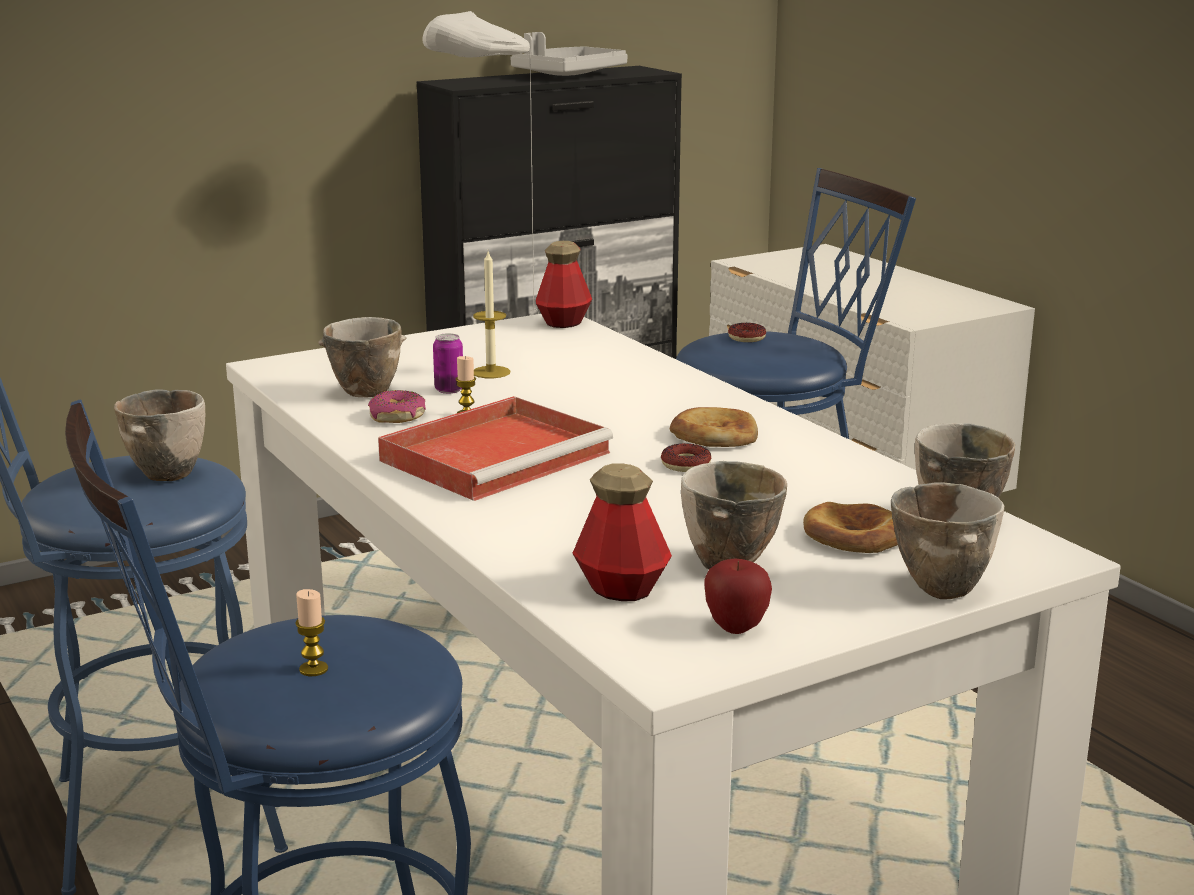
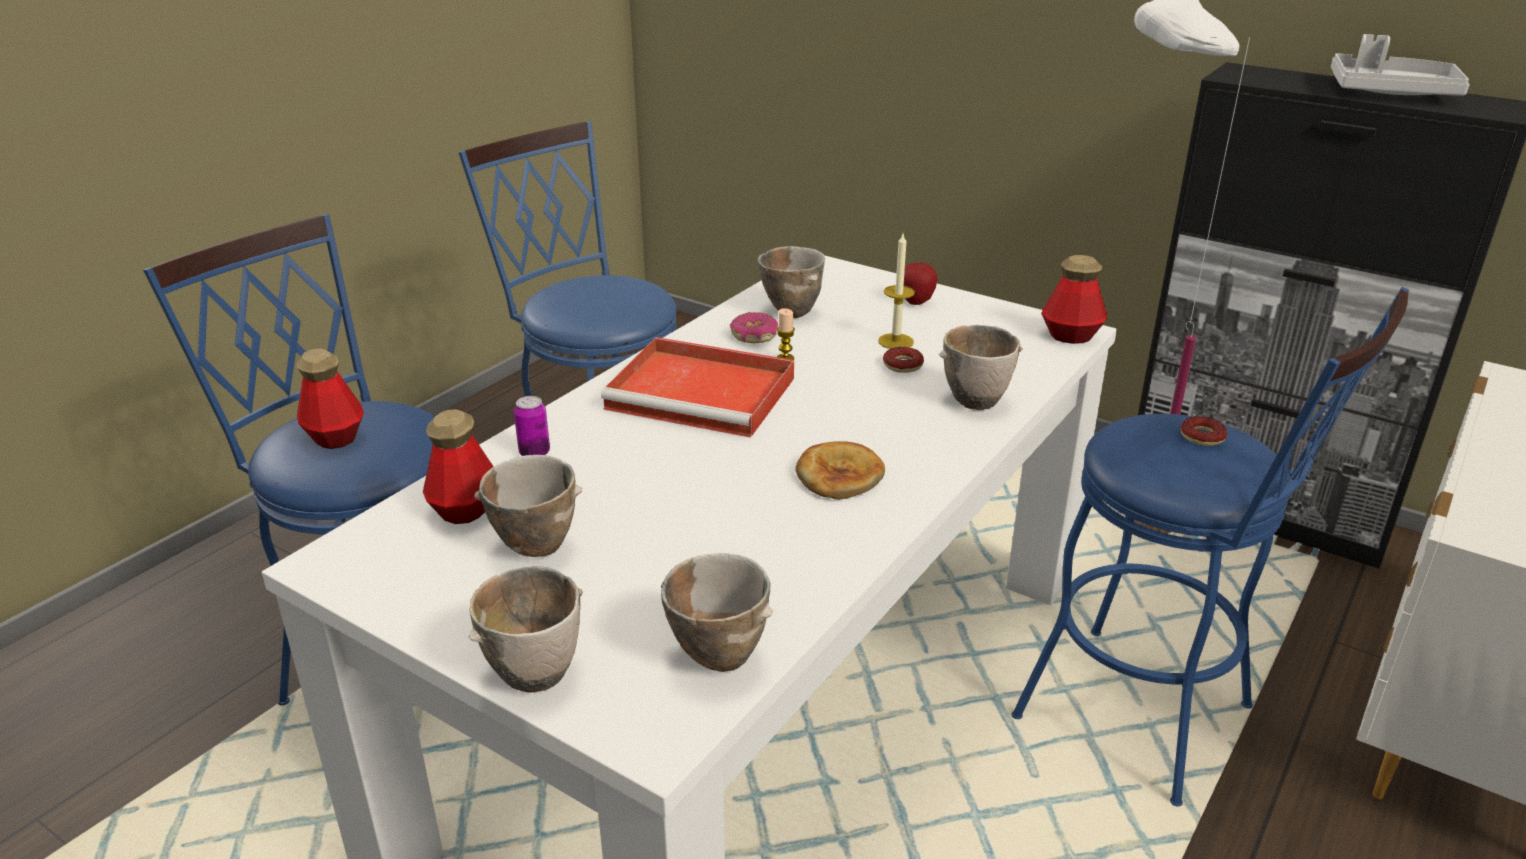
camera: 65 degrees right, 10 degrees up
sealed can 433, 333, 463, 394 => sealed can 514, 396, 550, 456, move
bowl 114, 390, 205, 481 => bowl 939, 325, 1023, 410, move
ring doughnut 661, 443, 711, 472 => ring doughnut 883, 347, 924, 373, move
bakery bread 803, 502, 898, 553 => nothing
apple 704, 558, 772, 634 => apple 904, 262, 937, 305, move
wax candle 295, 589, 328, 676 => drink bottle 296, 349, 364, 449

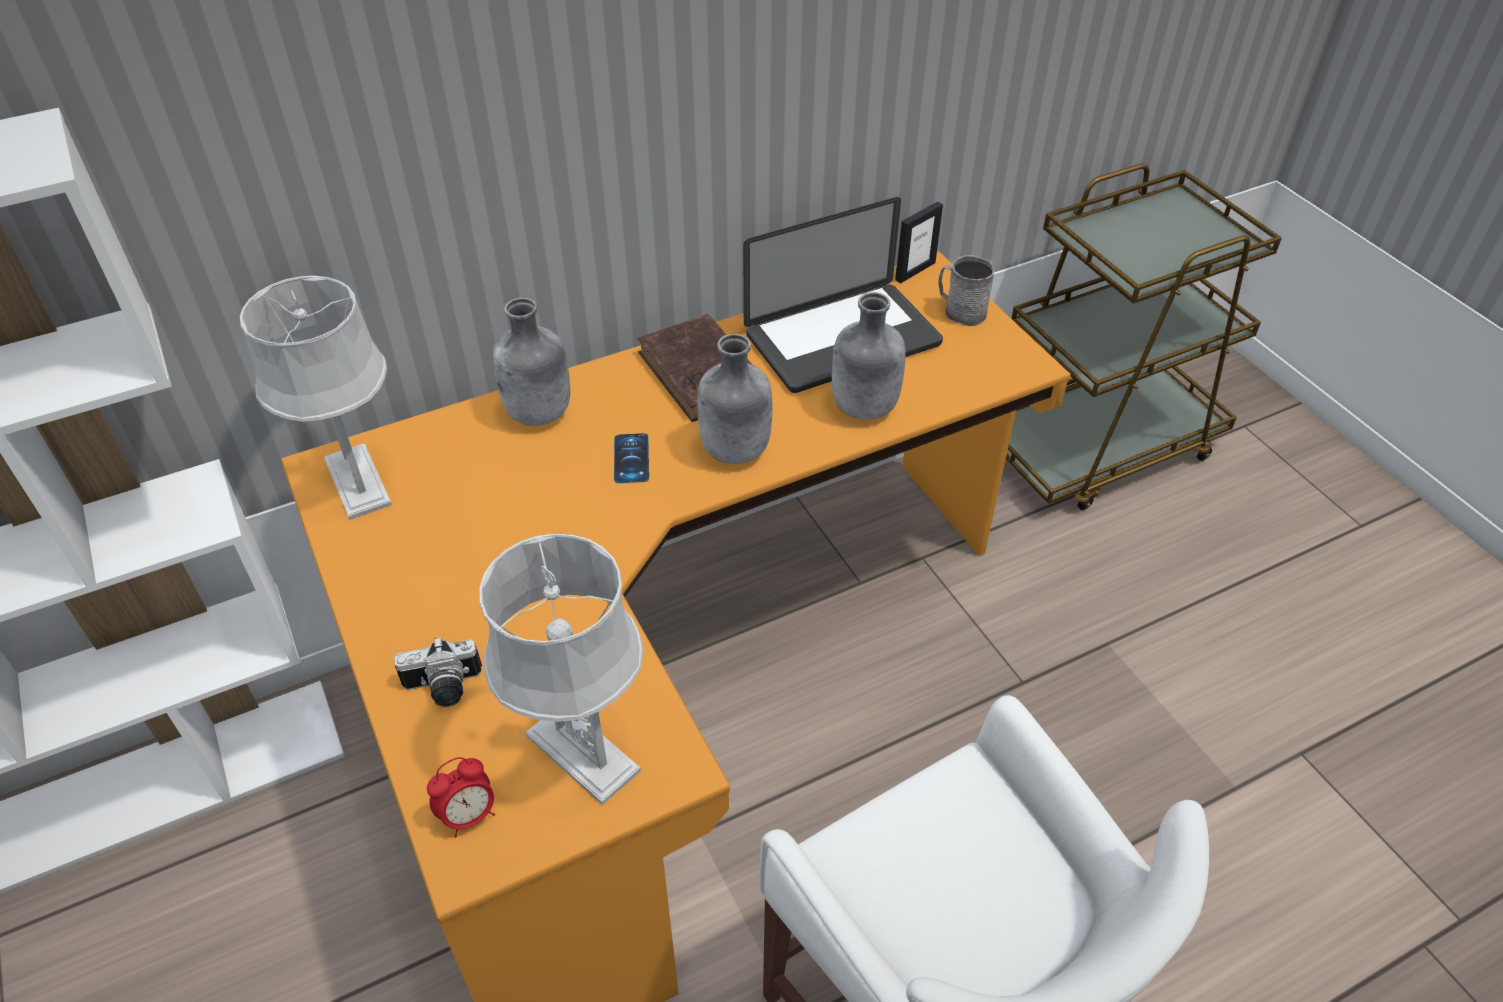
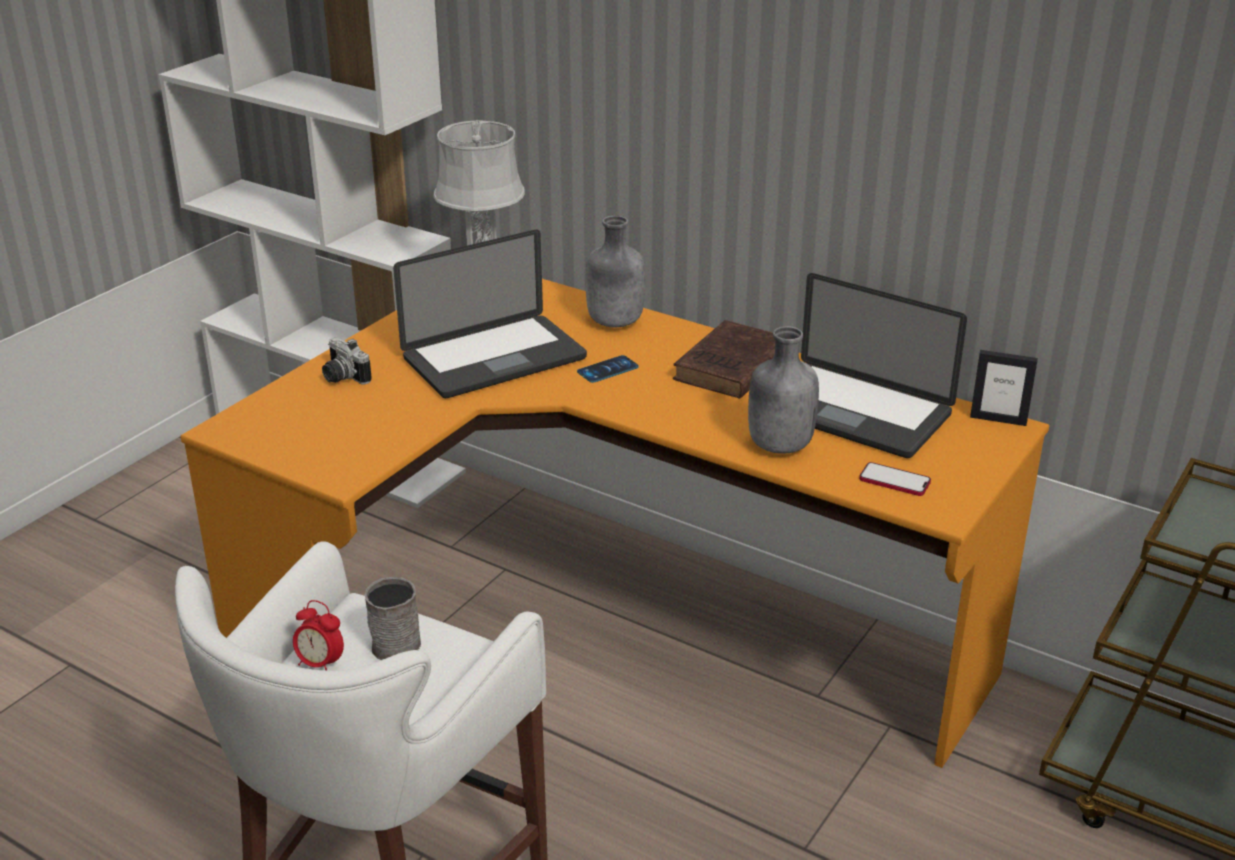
camera: 60 degrees right, 15 degrees down
grey tea mug 938, 255, 994, 326 => grey tea mug 365, 577, 421, 660, move
grey drink bottle 697, 334, 772, 464 => nothing
grey lamp for a table 479, 533, 643, 805 => nothing
bedside clock 427, 757, 495, 838 => bedside clock 293, 600, 344, 670, move
nothing => notebook computer 393, 230, 587, 398
nothing => handset 859, 462, 931, 496

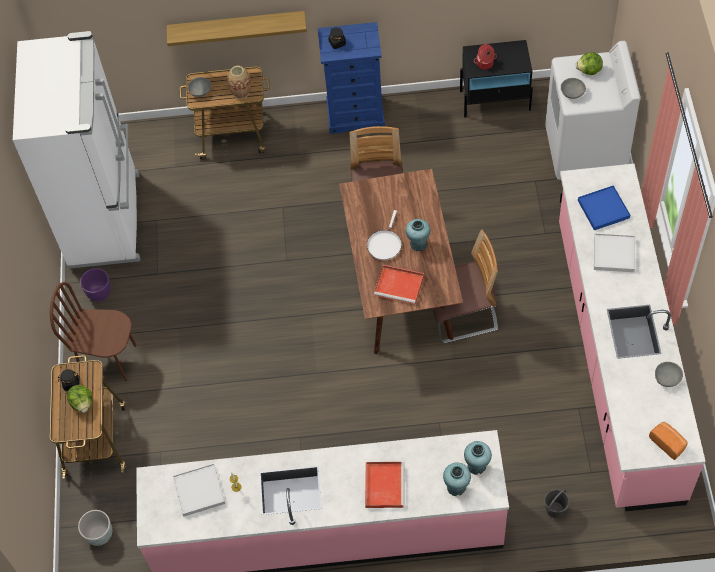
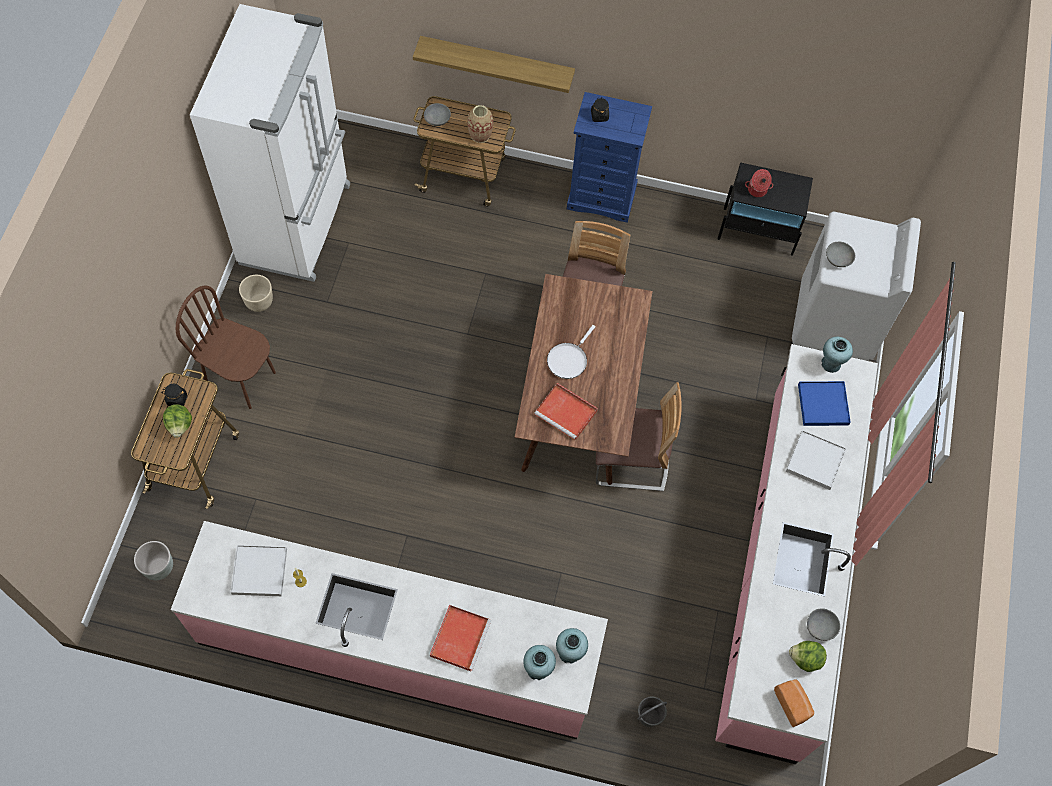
camera: 10 degrees right, 5 degrees up
head of lettuce 575, 52, 603, 75 => head of lettuce 789, 641, 827, 672, move
turquoise decorative vase 406, 219, 430, 251 => turquoise decorative vase 821, 337, 853, 373, move
purple planter 80, 268, 111, 302 => beige planter 239, 275, 273, 312

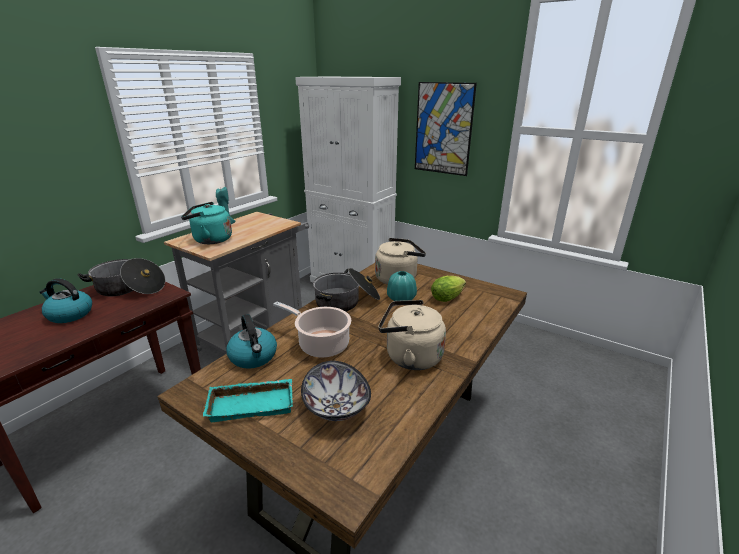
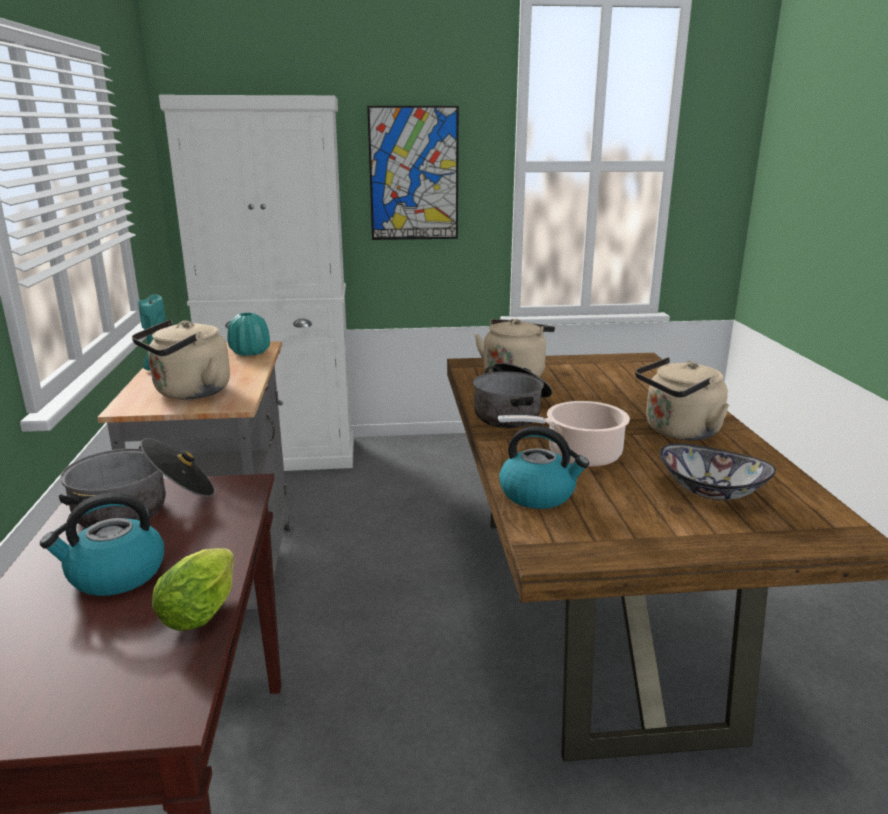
camera: 40 degrees left, 5 degrees down
turquoise tea kettle 181, 202, 232, 244 => beige tea kettle 132, 320, 230, 400
turquoise decorative vase 387, 271, 417, 301 => turquoise decorative vase 227, 312, 270, 356, move
head of lettuce 431, 276, 466, 302 => head of lettuce 152, 548, 235, 631, move
turquoise tray 203, 379, 293, 422 => nothing

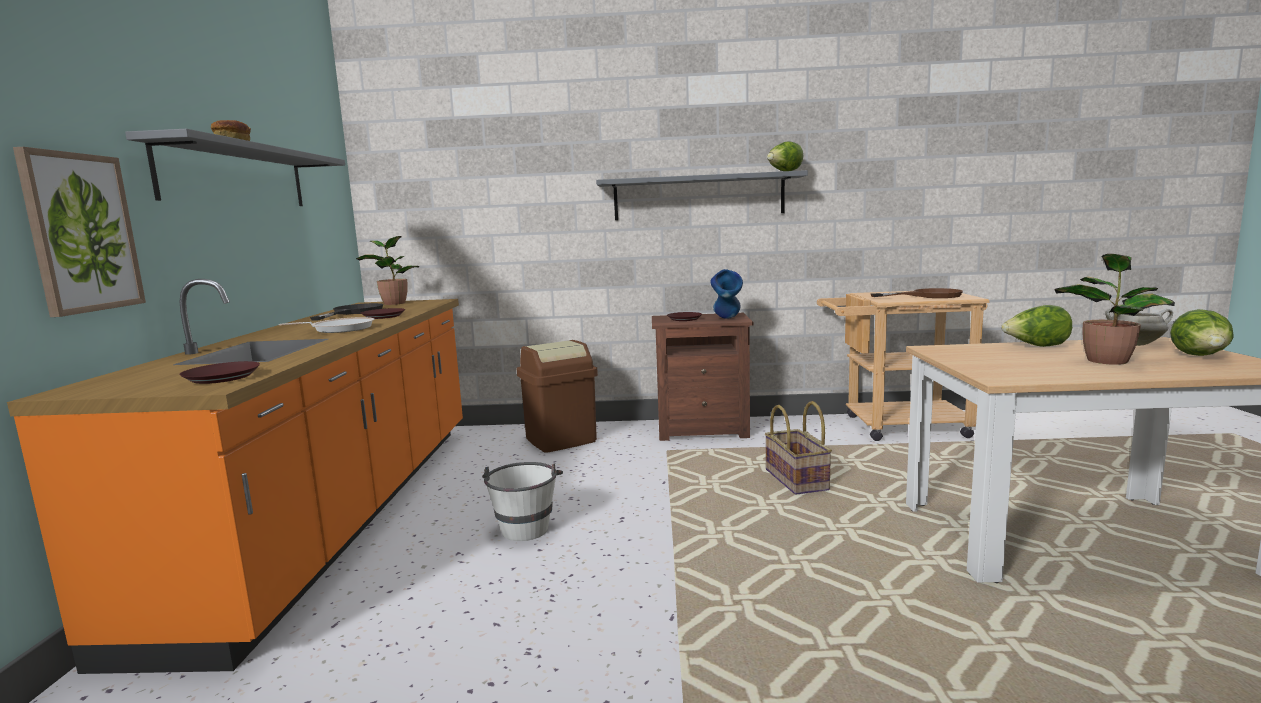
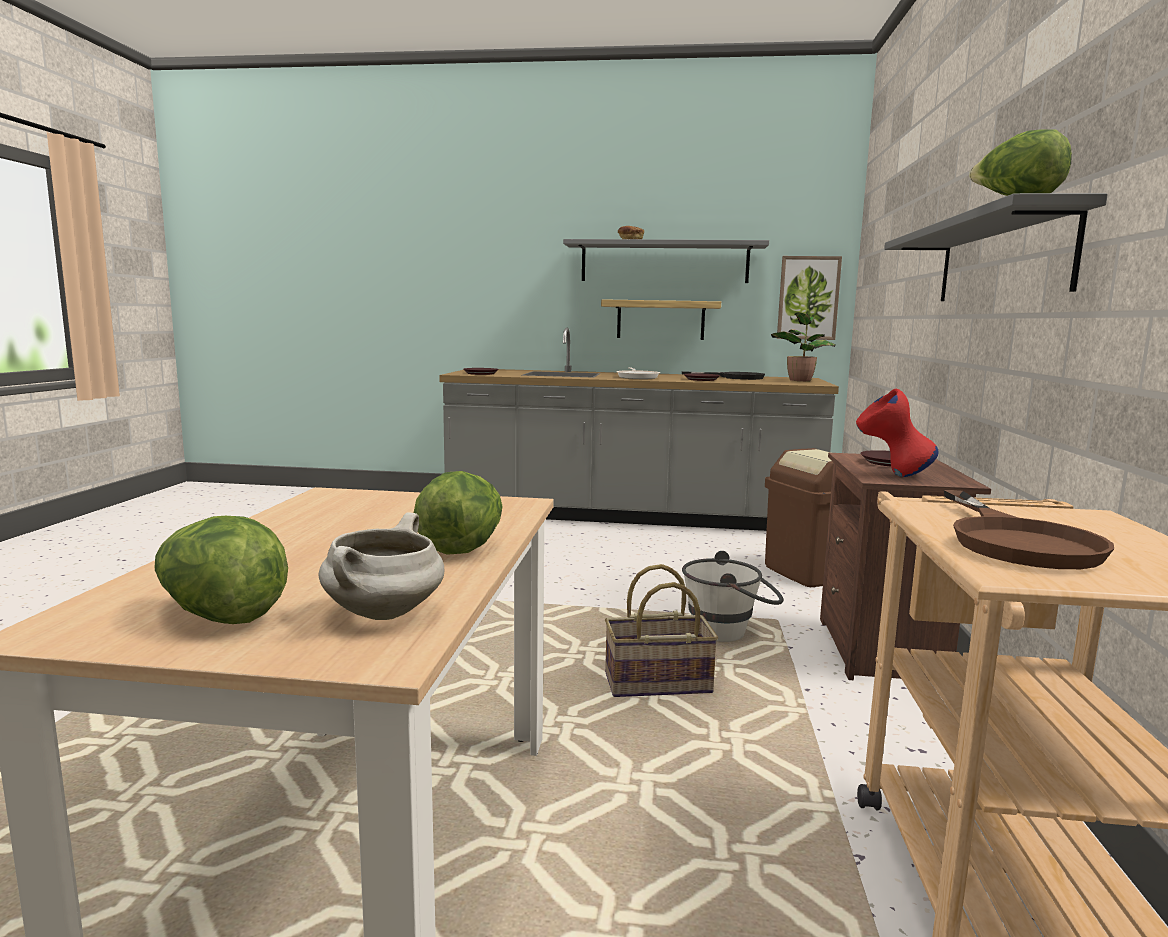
camera: 95 degrees right, 0 degrees up
wall art 13, 147, 146, 317 => wall art 777, 256, 842, 340, move
potted plant 1054, 254, 1175, 365 => nothing
bluish decorative vase 710, 269, 743, 319 => red decorative vase 856, 389, 939, 477
orangey counter 7, 279, 463, 674 => grey counter 439, 328, 839, 531
white-coloured bucket 482, 462, 563, 541 => white-coloured bucket 682, 551, 783, 642, move
nothing => wall shelf 601, 299, 721, 340

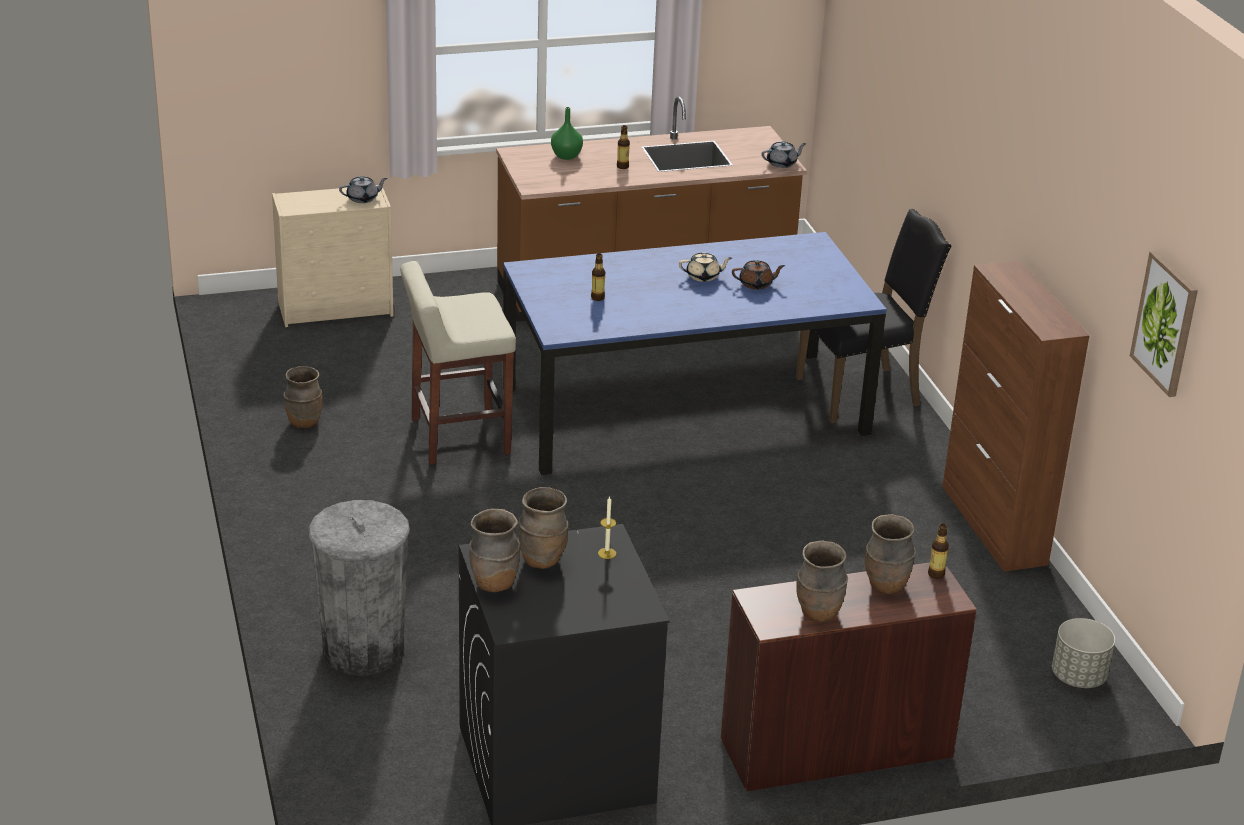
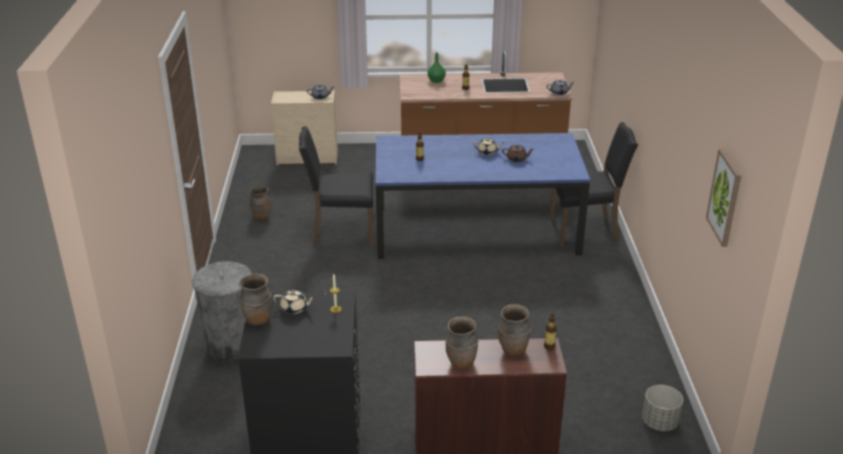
camera: 15 degrees right, 0 degrees up
beige sitting stool 400, 261, 516, 464 => black upright chair 299, 126, 373, 247
brown-coloured cabinet 942, 261, 1089, 572 => nothing
brown-coloured decorative vase 518, 487, 568, 569 => beige pot for tea 273, 290, 316, 314

